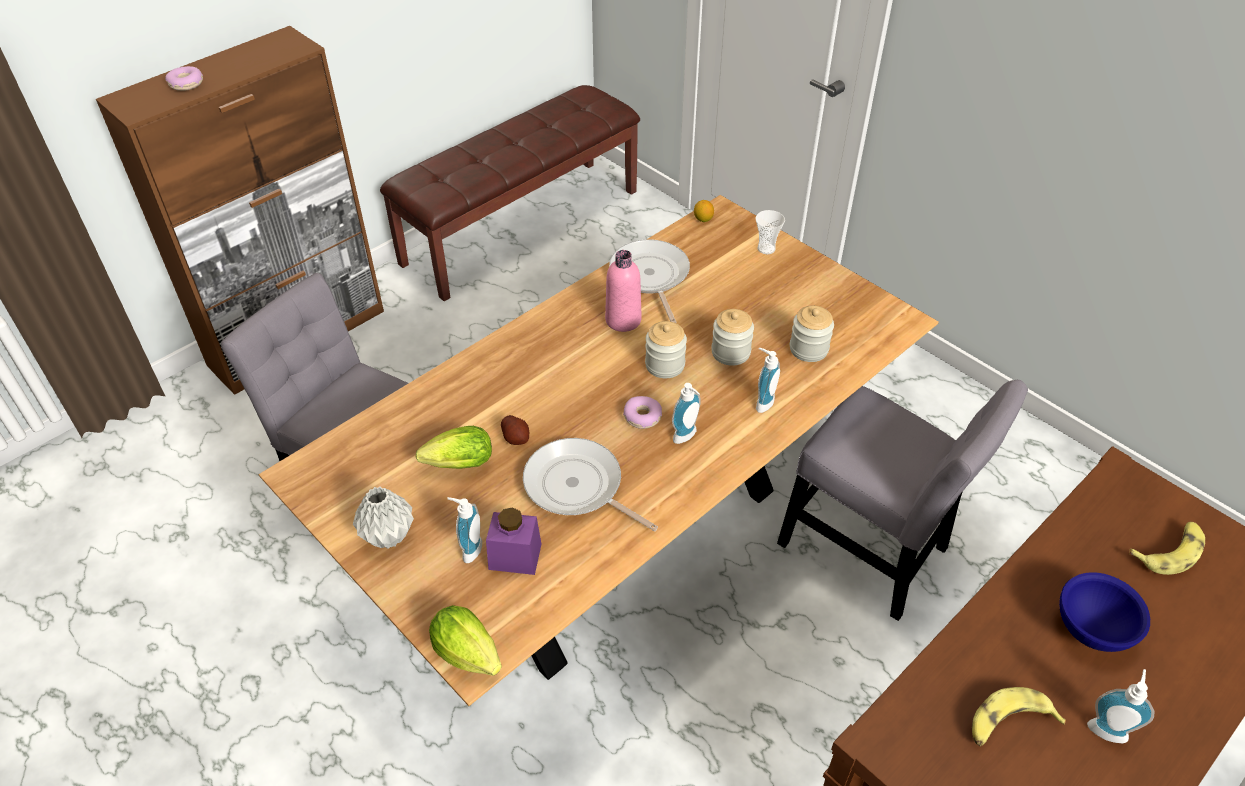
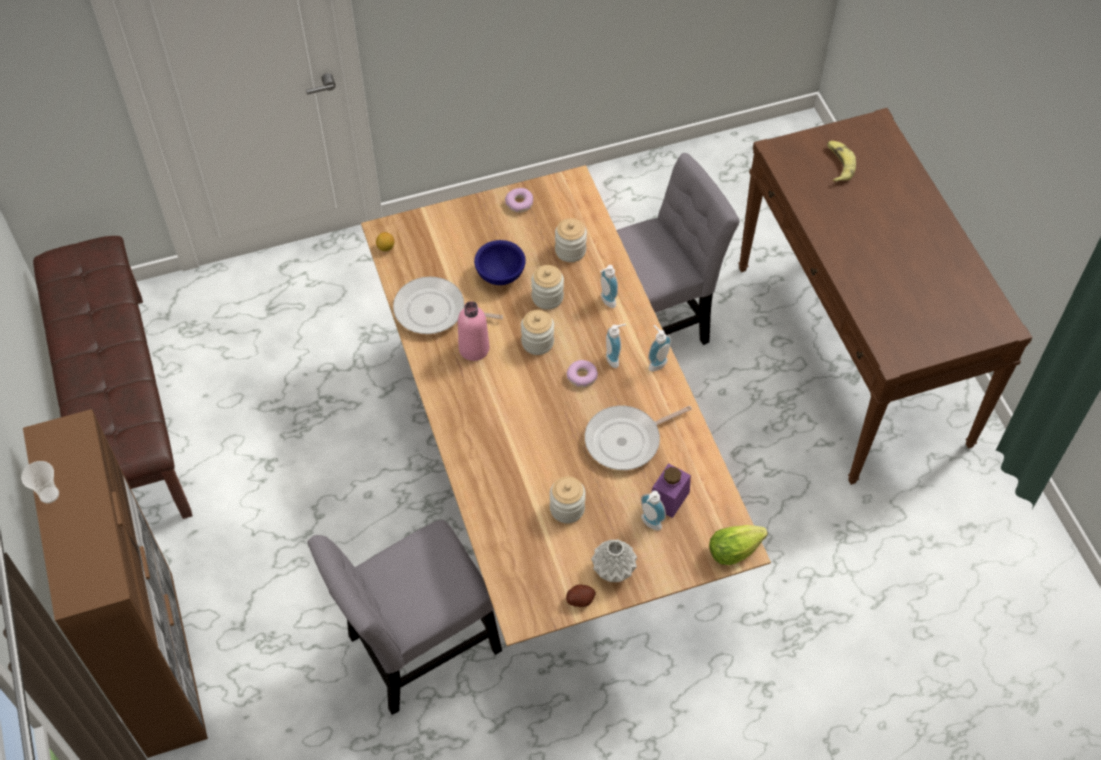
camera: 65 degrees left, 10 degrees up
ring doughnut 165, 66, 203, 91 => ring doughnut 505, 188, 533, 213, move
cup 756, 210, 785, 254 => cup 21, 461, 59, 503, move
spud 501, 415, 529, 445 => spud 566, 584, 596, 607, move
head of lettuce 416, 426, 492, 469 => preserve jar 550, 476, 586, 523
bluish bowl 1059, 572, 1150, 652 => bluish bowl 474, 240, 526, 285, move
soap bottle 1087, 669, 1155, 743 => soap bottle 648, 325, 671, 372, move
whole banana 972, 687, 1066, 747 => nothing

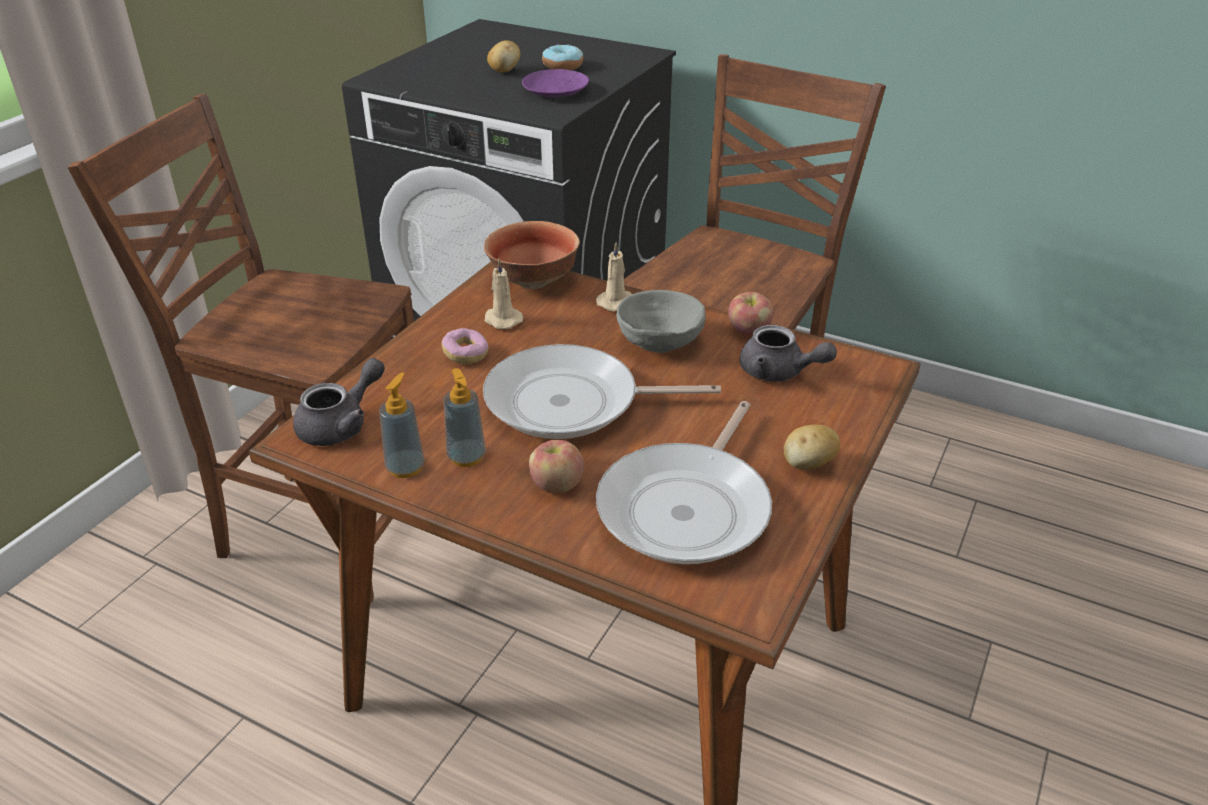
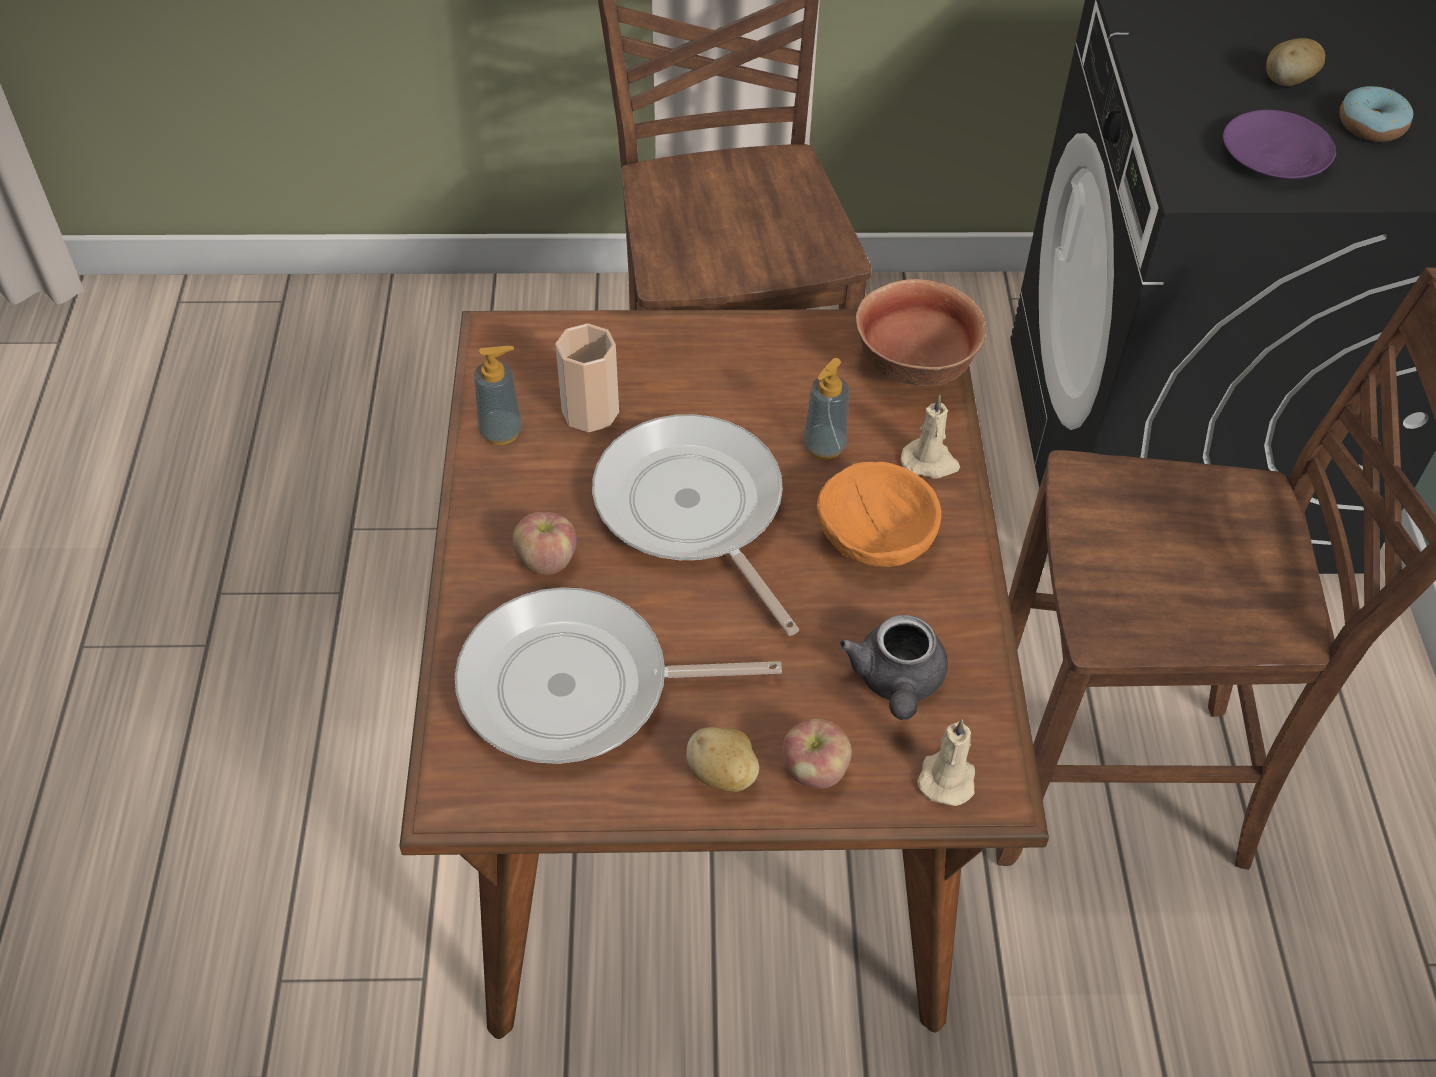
camera: 60 degrees right, 15 degrees up
beige wax candle 484, 258, 523, 329 => beige wax candle 917, 719, 975, 806, move
grey bowl 616, 290, 706, 353 => orangey bowl 817, 462, 941, 567
apple 728, 292, 774, 335 => apple 782, 719, 852, 789, move
ring doughnut 441, 328, 489, 364 => nothing
grey pot for tea 293, 358, 385, 446 => nothing
soap bottle 444, 368, 486, 467 => soap bottle 803, 358, 849, 460, move
nothing => cup 555, 323, 619, 432

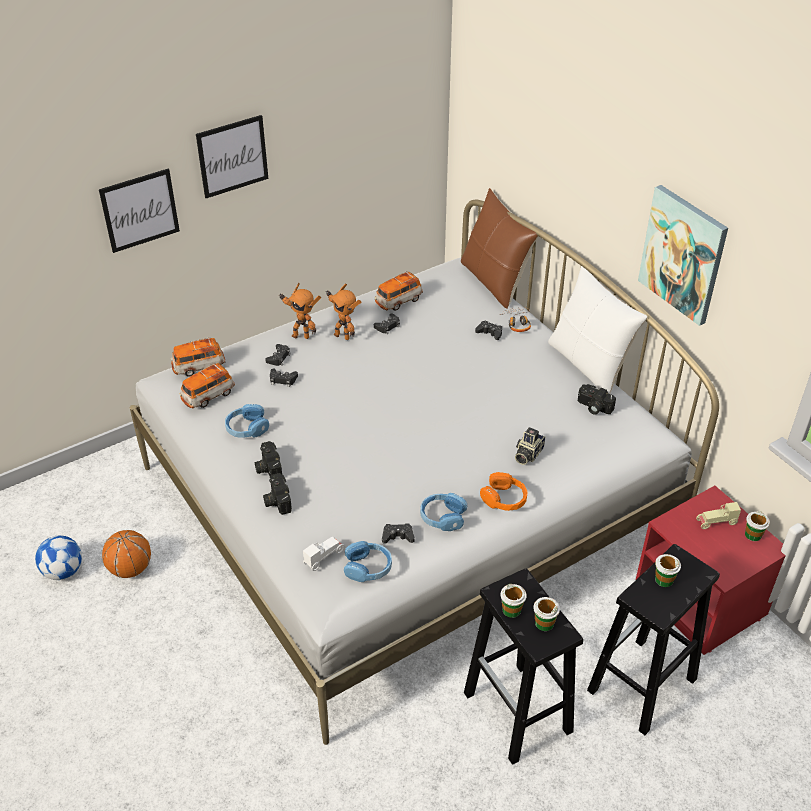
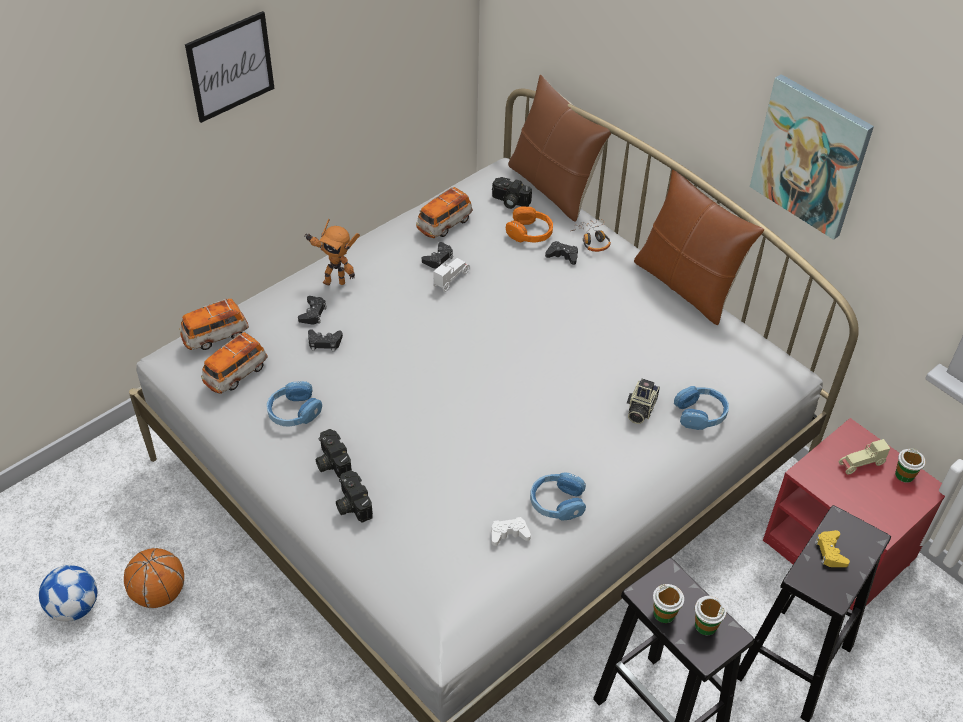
camera: 10 degrees left, 5 degrees up
wall art 99, 169, 180, 253 => nothing
white-coloured cushion 548, 266, 647, 394 => brown-coloured cushion 634, 169, 764, 325
model robot 327, 283, 361, 340 => nothing
photo camera 578, 384, 616, 415 => photo camera 492, 177, 532, 209, move
orangey headphones 480, 472, 528, 511 => orangey headphones 506, 207, 553, 243, move
black game controller 382, 523, 415, 544 => white-coloured game controller 492, 517, 531, 546
white-coloured model car 303, 537, 345, 571 => white-coloured model car 433, 258, 470, 292, move
bluish headphones 344, 541, 392, 582 => bluish headphones 674, 386, 729, 430, move
cup 655, 554, 681, 587 => yellow-coloured game controller 815, 530, 850, 567

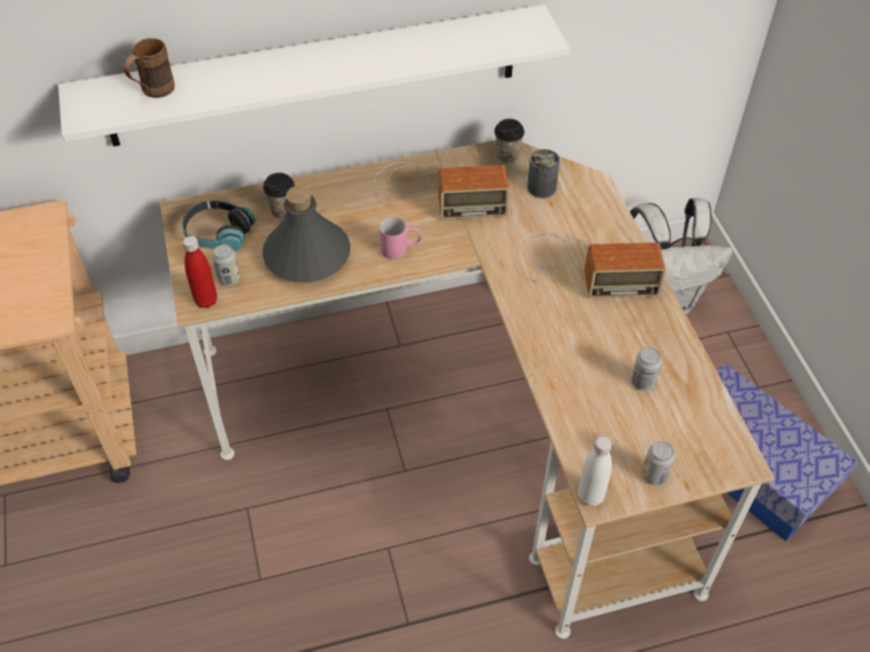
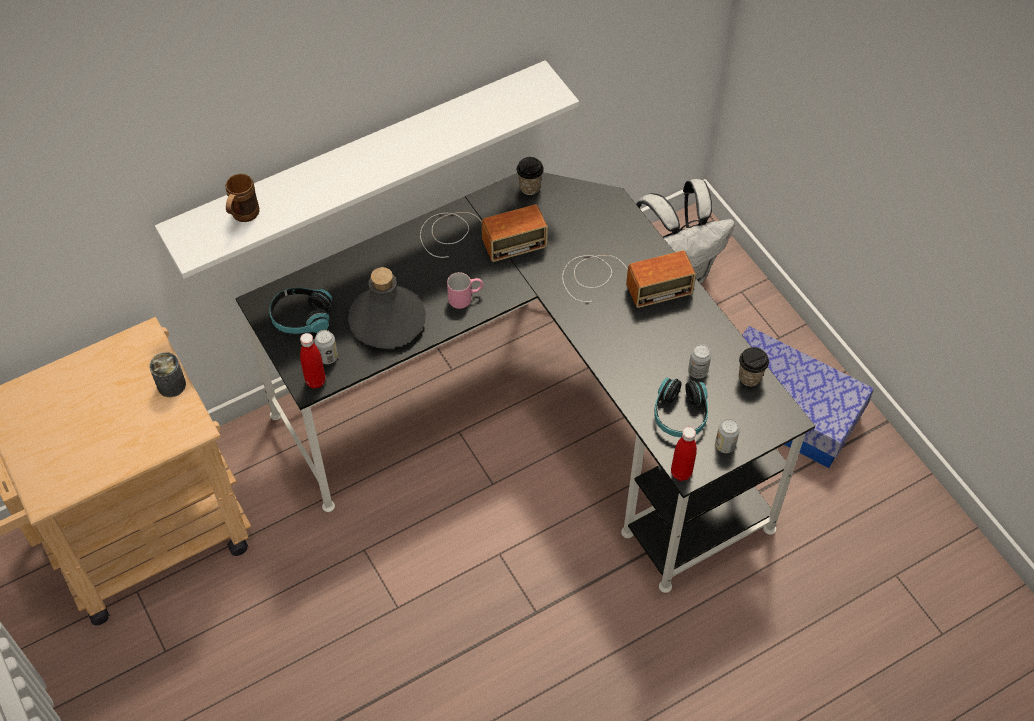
camera: 15 degrees left, 5 degrees up
beige desk 160, 140, 775, 639 => black desk 235, 172, 815, 593
sealed can 527, 149, 560, 198 => sealed can 149, 352, 186, 397, move
cup 263, 173, 295, 218 => cup 739, 347, 769, 387, move
white-coloured drink bottle 578, 436, 612, 506 => red drink bottle 671, 427, 697, 481
nothing => headphones 654, 378, 708, 437

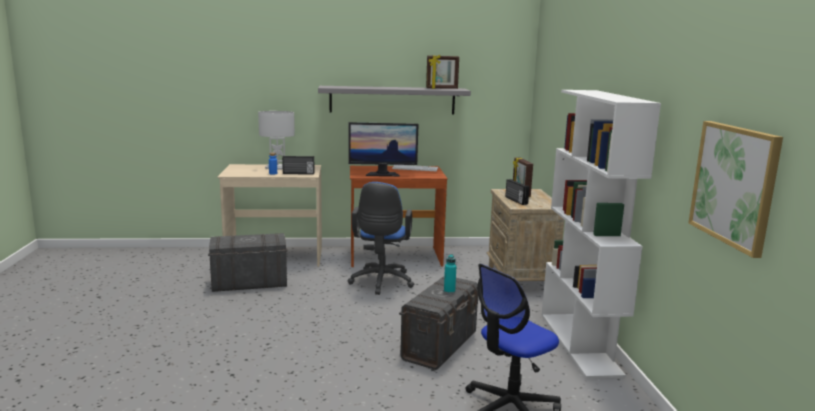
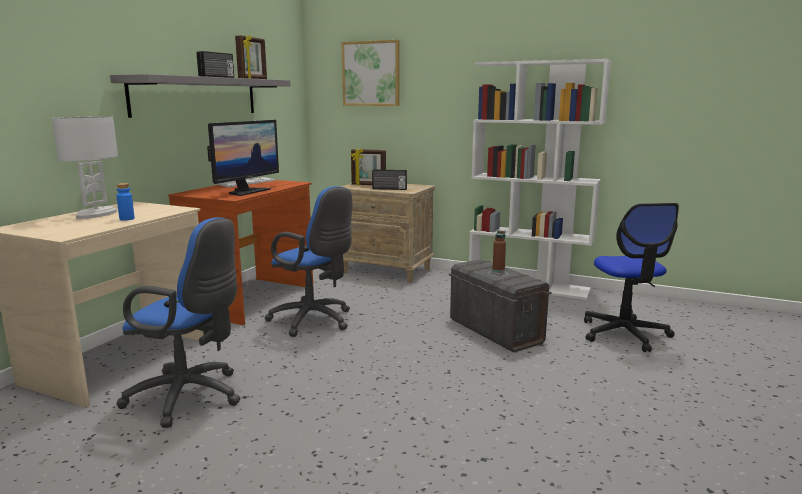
camera: 60 degrees left, 0 degrees up
wall art 688, 121, 783, 258 => wall art 341, 40, 400, 106, move
radio receiver 282, 156, 315, 174 => radio receiver 197, 51, 234, 78, move
grey storage container 208, 233, 288, 292 => bluish office chair 117, 218, 241, 428
turquoise drink bottle 444, 254, 456, 294 => brown-coloured drink bottle 493, 230, 506, 272

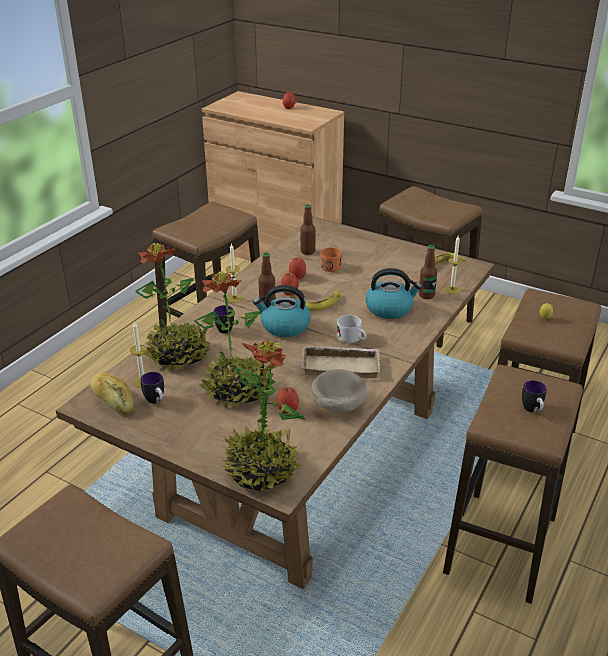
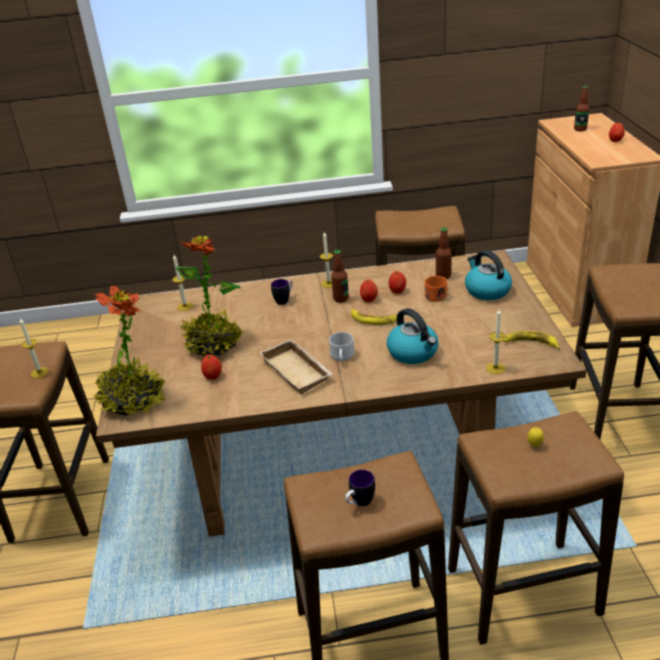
camera: 55 degrees right, 0 degrees up
potted plant 135, 243, 211, 371 => nothing
drink bottle 419, 245, 437, 299 => drink bottle 574, 86, 589, 131, move
tea kettle 253, 285, 310, 337 => tea kettle 465, 250, 512, 300, move
beige bowl 311, 369, 367, 412 => nothing
tea mug 140, 372, 164, 404 => nothing
bakery bread 91, 373, 134, 415 => nothing
nothing => wax candle 20, 318, 49, 378

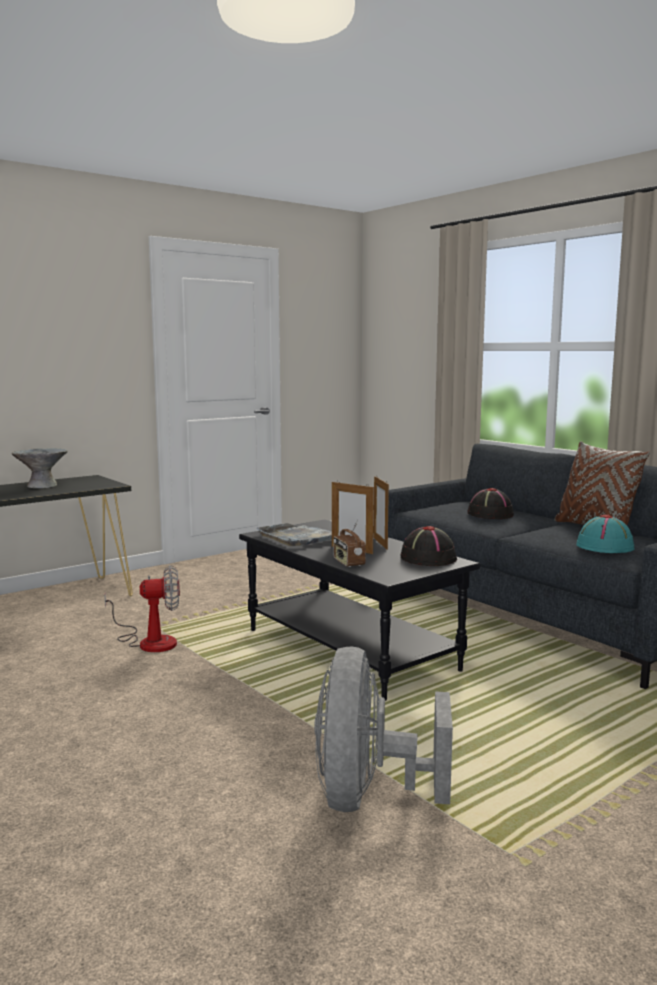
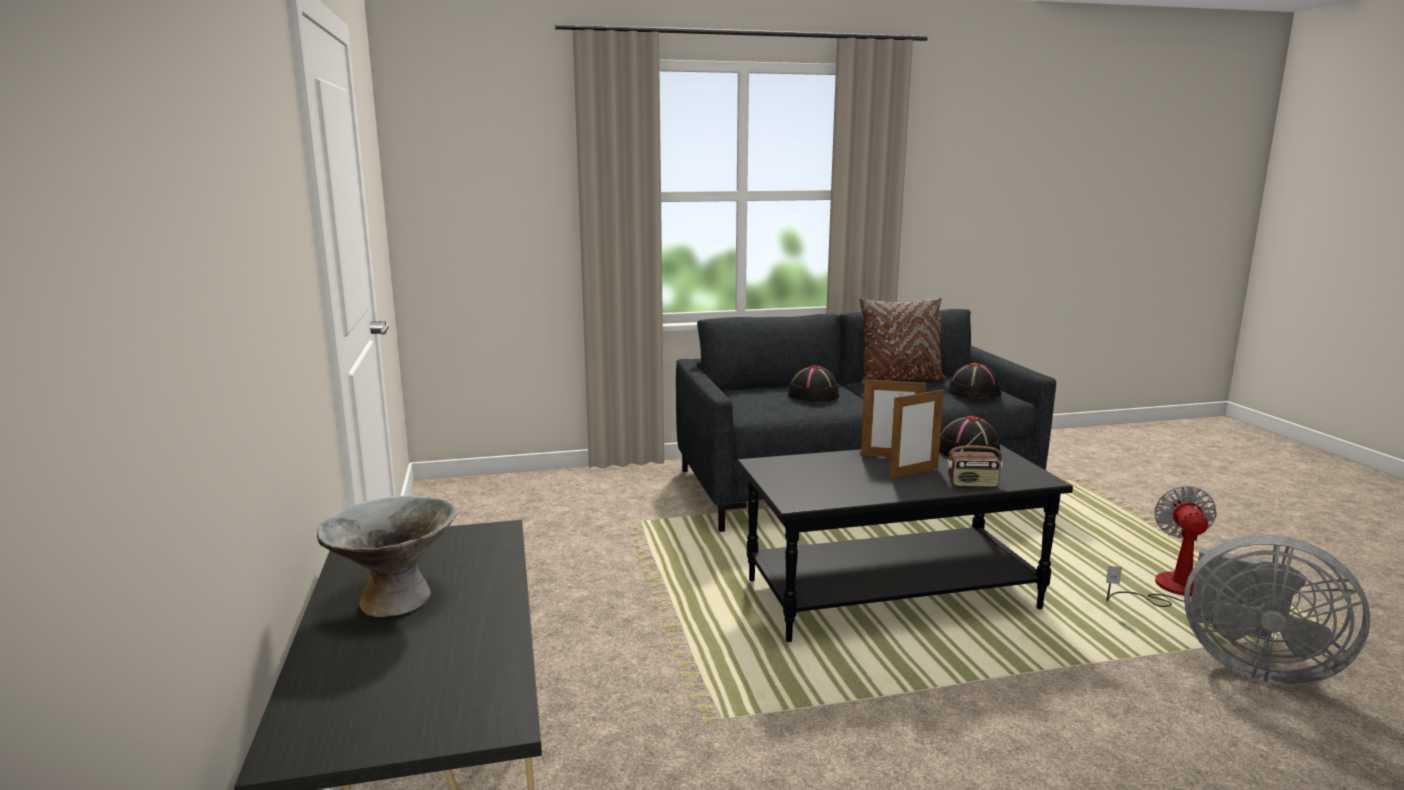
camera: 65 degrees left, 5 degrees up
turquoise wearable hat 576, 515, 634, 553 => black wearable hat 948, 363, 1001, 399
grey tray 257, 523, 332, 546 => nothing
fan 105, 565, 180, 652 => fan 1106, 486, 1217, 607, move

